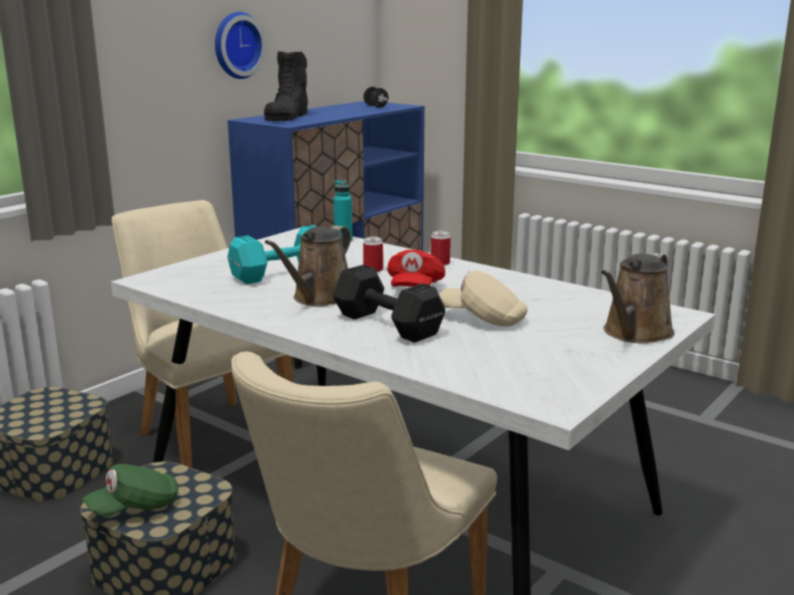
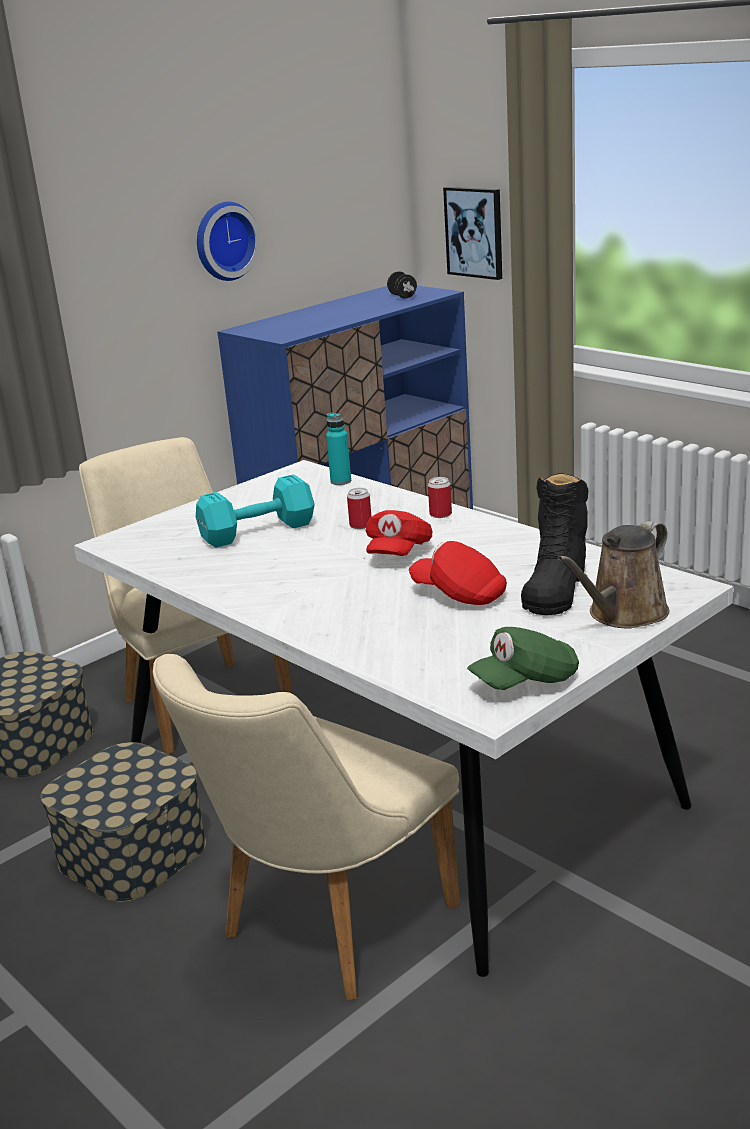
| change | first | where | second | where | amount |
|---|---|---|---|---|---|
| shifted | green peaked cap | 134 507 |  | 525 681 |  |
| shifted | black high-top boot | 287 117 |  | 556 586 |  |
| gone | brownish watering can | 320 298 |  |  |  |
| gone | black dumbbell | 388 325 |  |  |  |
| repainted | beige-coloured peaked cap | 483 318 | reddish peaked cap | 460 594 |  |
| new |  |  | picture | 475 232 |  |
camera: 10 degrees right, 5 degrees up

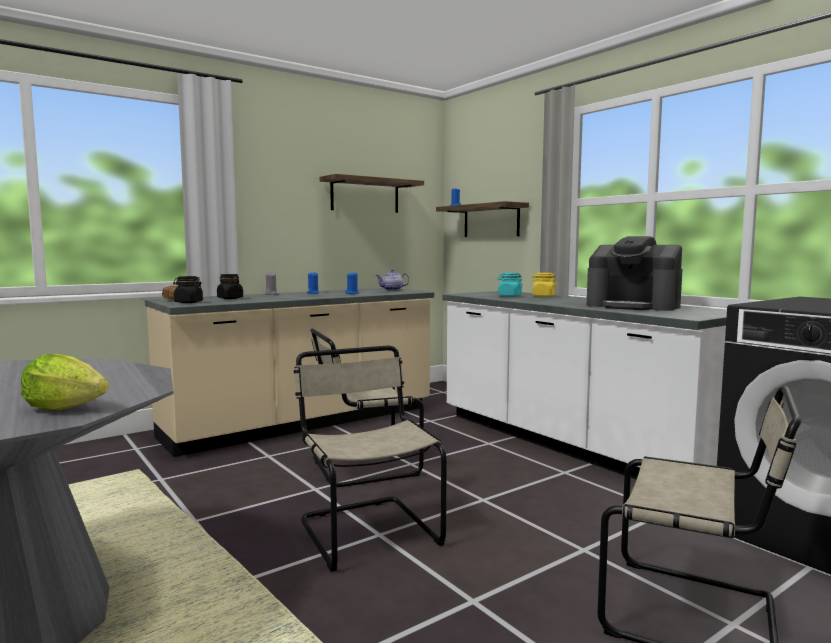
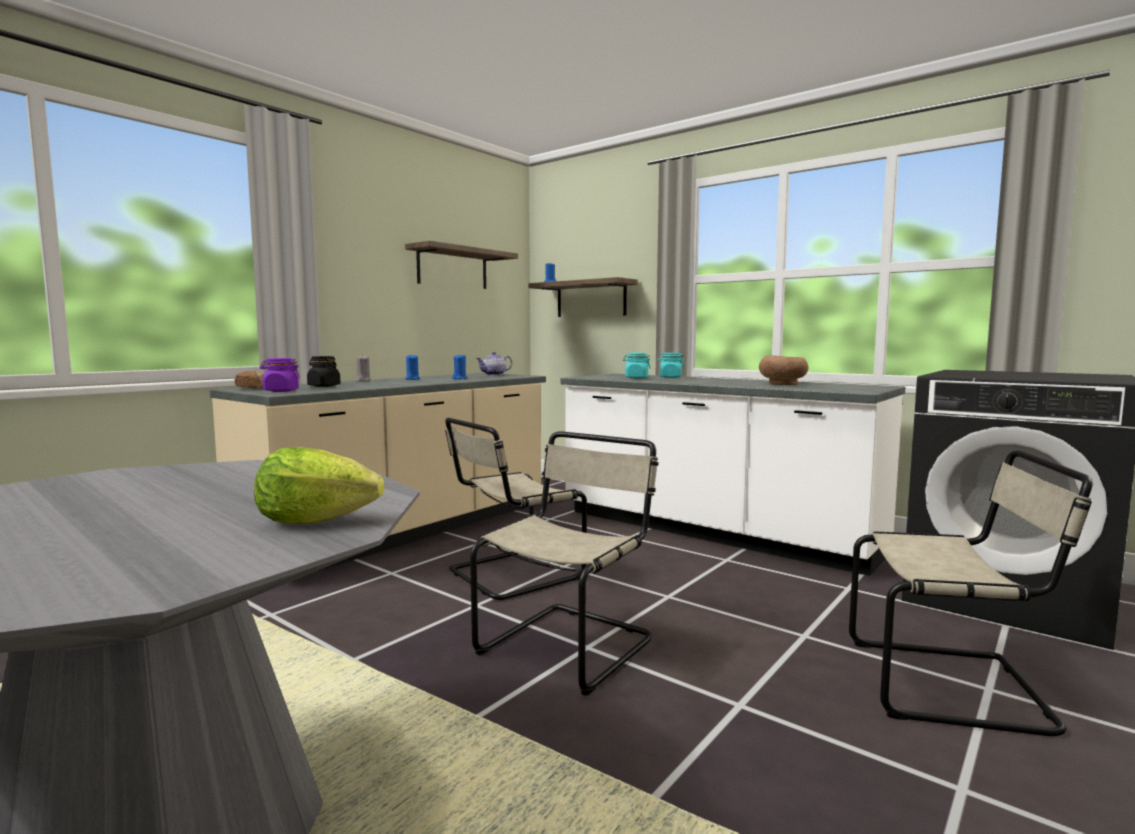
| change | first | where | second | where | amount |
|---|---|---|---|---|---|
| repainted | black preserve jar | 188 302 | purple-coloured preserve jar | 281 391 |  |
| rotated | beige-coloured upright chair | 367 530 |  | 570 644 | 75 degrees clockwise |
| repainted | yellow-coloured preserve jar | 543 296 | blue-green preserve jar | 670 377 |  |
| swapped | coffee maker | 633 306 | brownish deep dish | 782 384 |  |
camera: 15 degrees left, 0 degrees up

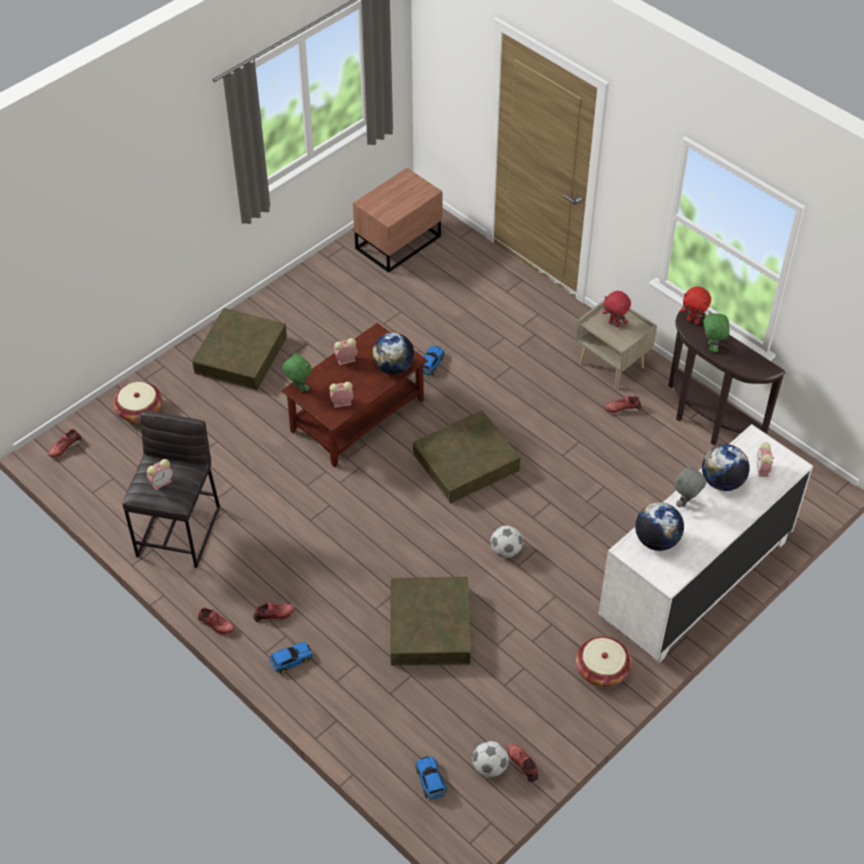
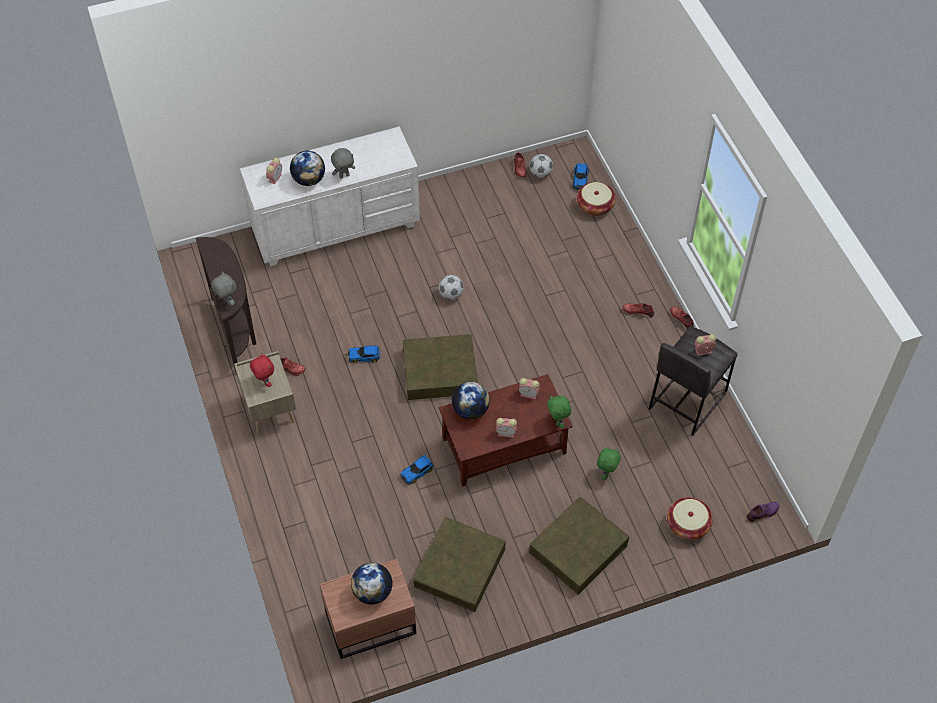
| change | first | where | second | where | amount |
|---|---|---|---|---|---|
| repainted | reddish low shoe | 64 447 | purple-coloured low shoe | 762 513 |  |
| shifted | toy car | 290 660 |  | 365 356 |  |
| shifted | brownish storage bin | 429 627 |  | 460 568 |  |
| shifted | basket | 602 670 |  | 595 206 |  |
| shifted | world globe | 657 540 |  | 372 592 |  |
| repainted | reddish plush toy | 693 321 | gray plush toy | 227 301 |  |
| shifted | green plush toy | 712 347 |  | 606 473 |  |
camera: 155 degrees left, 5 degrees up

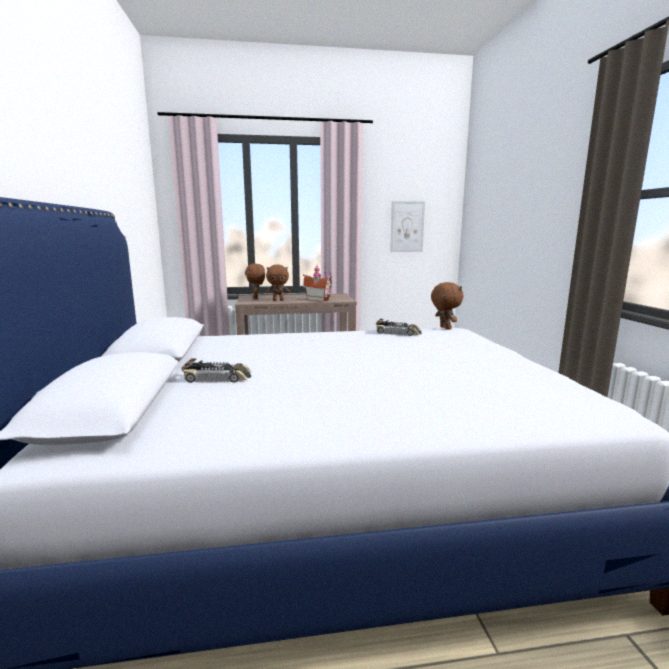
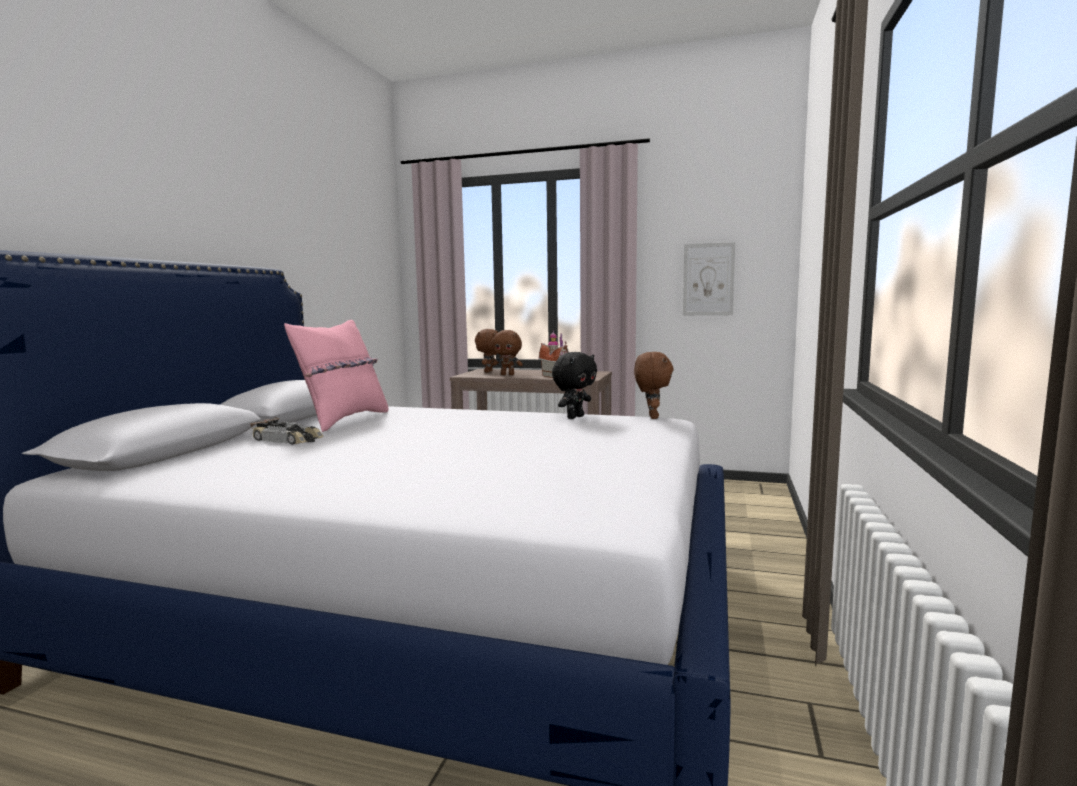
| change | first | where | second | where | amount |
|---|---|---|---|---|---|
| swapped | toy car | 398 333 | black plush toy | 574 417 |  |
| new |  |  | pink-coloured pillow | 344 420 |  |
camera: 25 degrees right, 5 degrees down

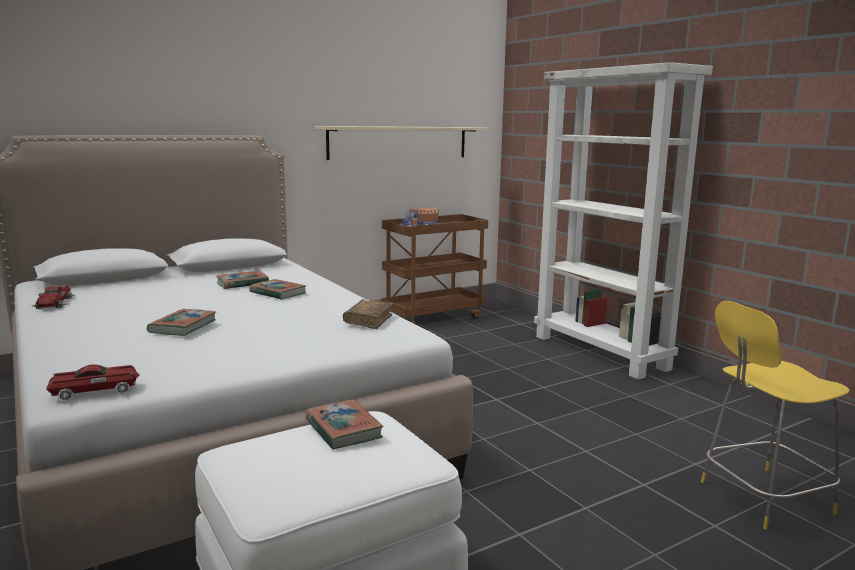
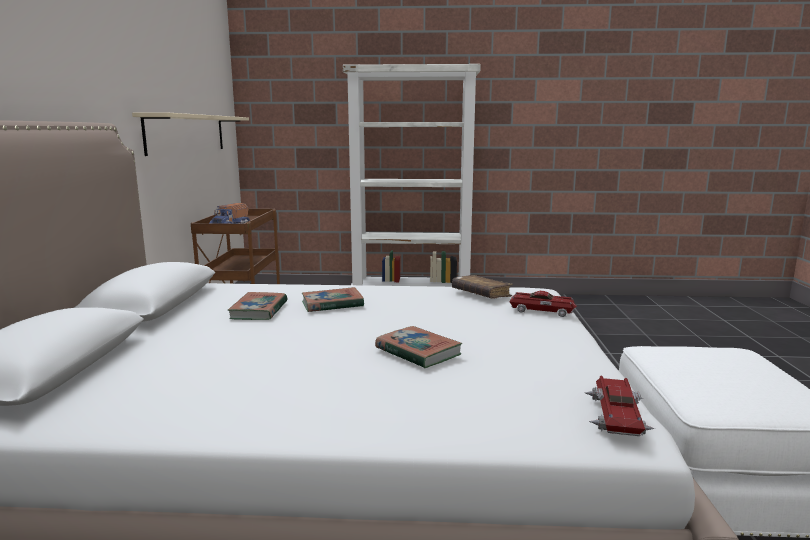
| change | first | where | second | where | amount |
|---|---|---|---|---|---|
| shifted | toy car | 55 303 |  | 542 310 |  |
| gone | book | 343 429 |  |  |  |
| gone | yellow-coloured upright chair | 762 498 |  |  |  |
camera: 55 degrees left, 0 degrees up

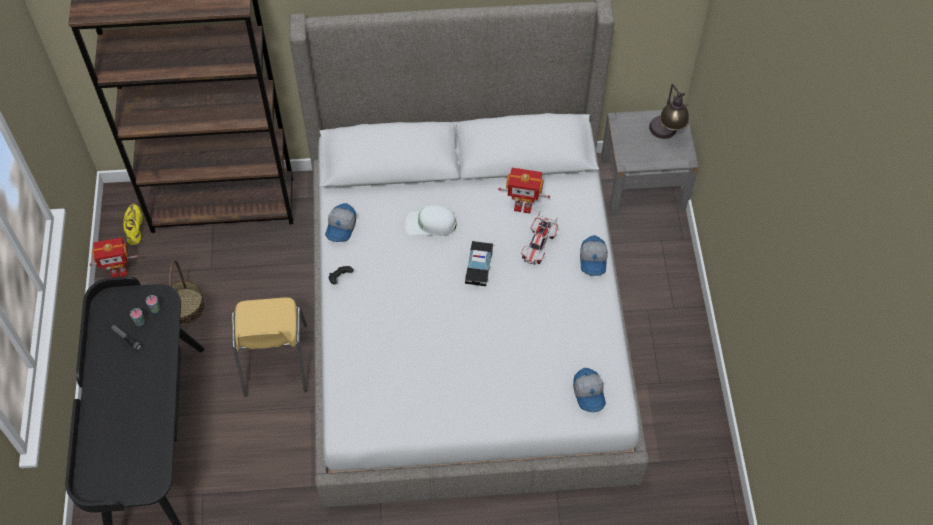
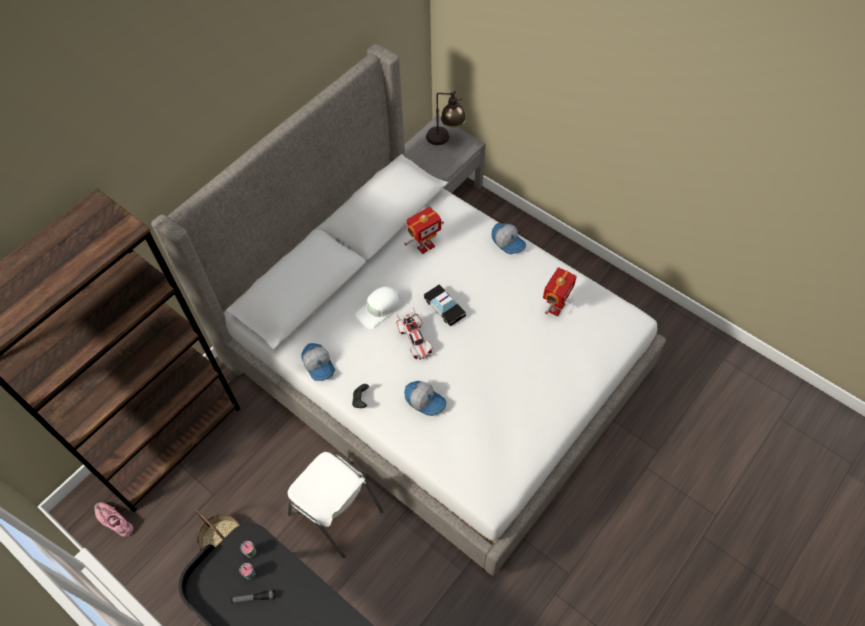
| change | first | where | second | where | amount |
|---|---|---|---|---|---|
| shifted | model robot | 119 272 |  | 555 307 |  |
| repainted | yellow-coloured low shoe | 134 227 | pink-coloured low shoe | 115 521 |  |
| repainted | yellow-coloured upright chair | 274 361 | white upright chair | 337 513 |  |
| shifted | toy car | 538 245 |  | 415 340 |  |
| shifted | peaked cap | 589 393 |  | 425 400 |  |
camera: 45 degrees left, 0 degrees up

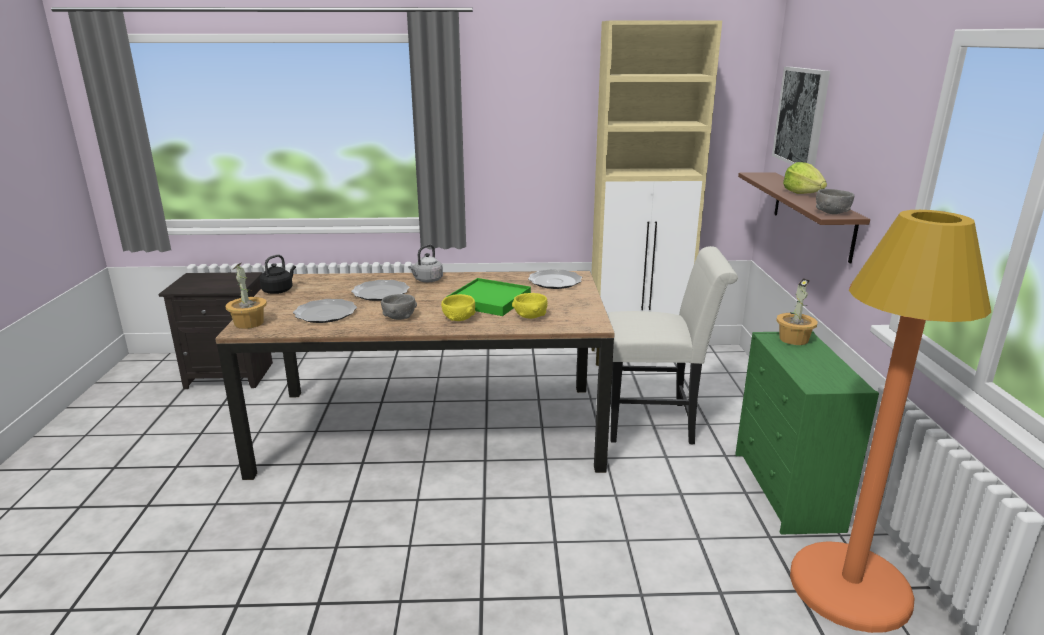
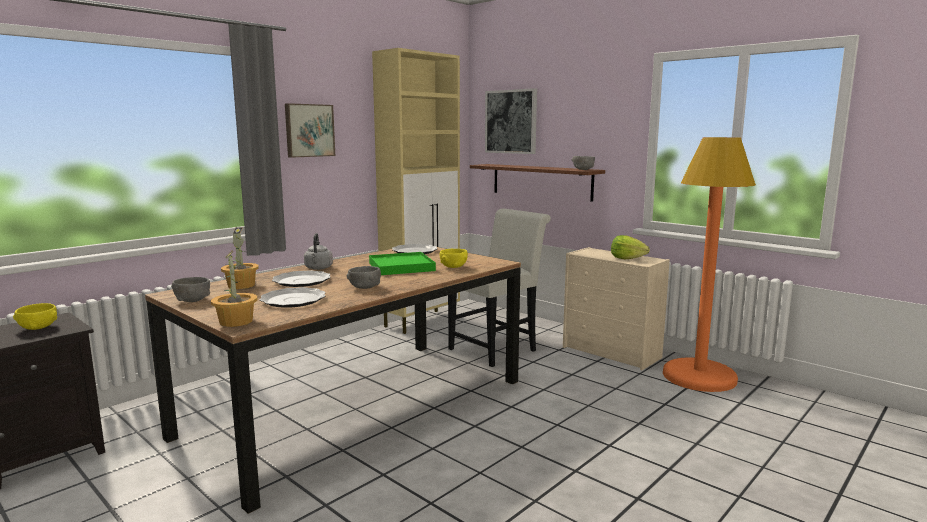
| change | first | where | second | where | amount |
|---|---|---|---|---|---|
| swapped | black kettle | 279 290 | gray deep dish | 192 300 |  |
| shifted | yellow-coloured deep dish | 459 319 |  | 38 328 |  |
| repainted | green dresser | 787 491 | beige-coloured dresser | 612 353 |  |
| shifted | plant in a pot | 794 339 |  | 241 285 |  |
| shifted | head of lettuce | 802 193 |  | 627 258 |  |
| new |  |  | picture | 309 130 |  |
camera: 45 degrees left, 10 degrees down

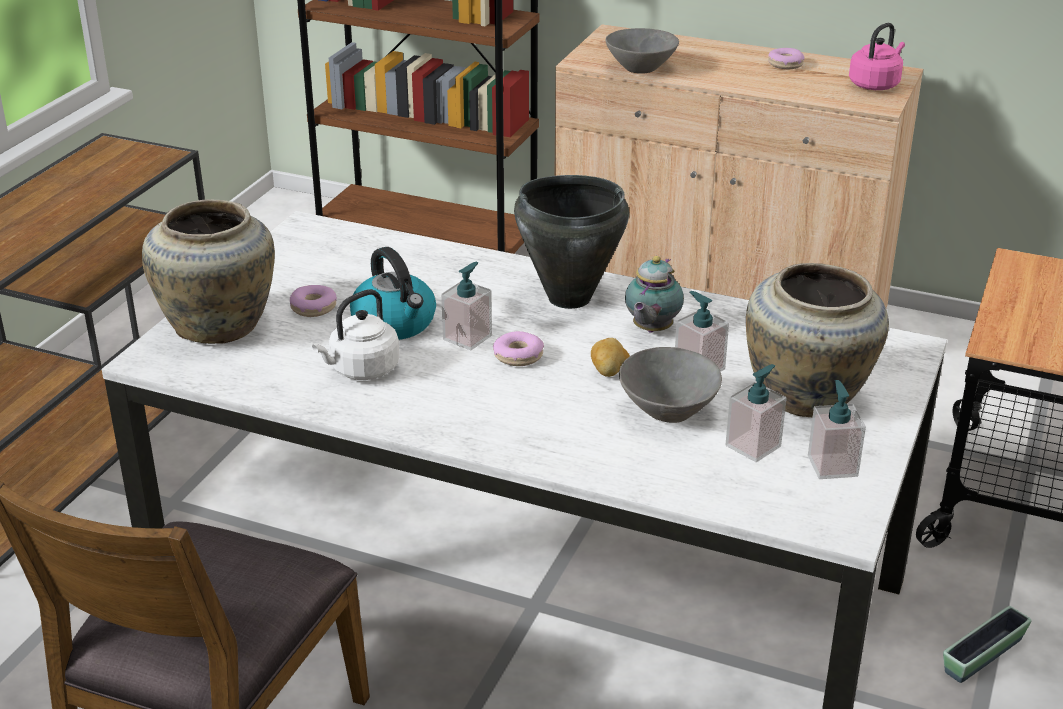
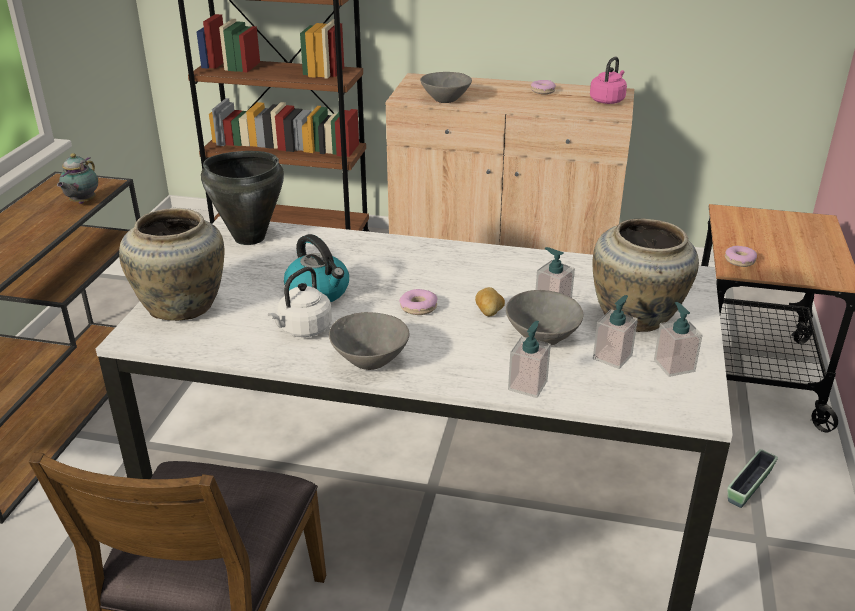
| change | first | where | second | where | amount |
|---|---|---|---|---|---|
| shifted | donut | 314 307 |  | 739 260 |  |
| shifted | liquid soap bottle | 467 337 |  | 527 385 |  |
| shifted | black stockpot | 568 297 |  | 249 238 |  |
| shifted | tea pot | 651 330 |  | 82 202 |  |
| new |  |  | gray deep dish | 369 360 |  |
camera: 10 degrees left, 0 degrees up

